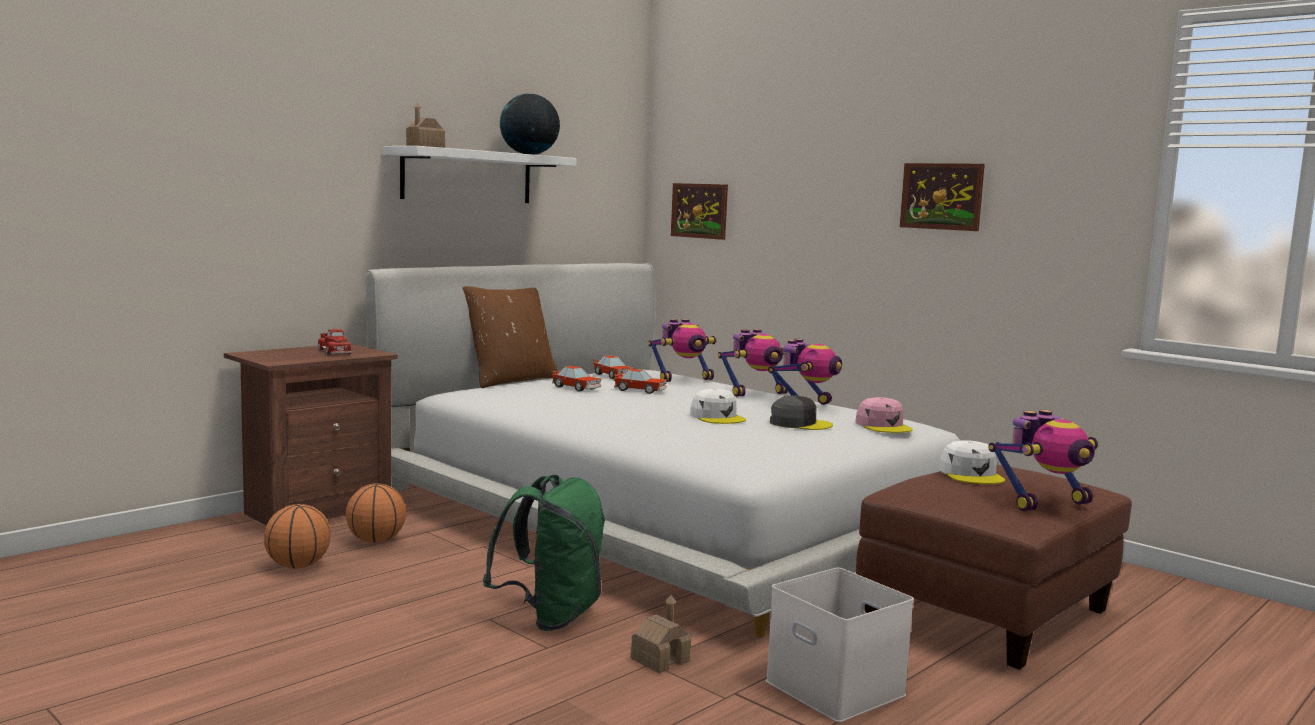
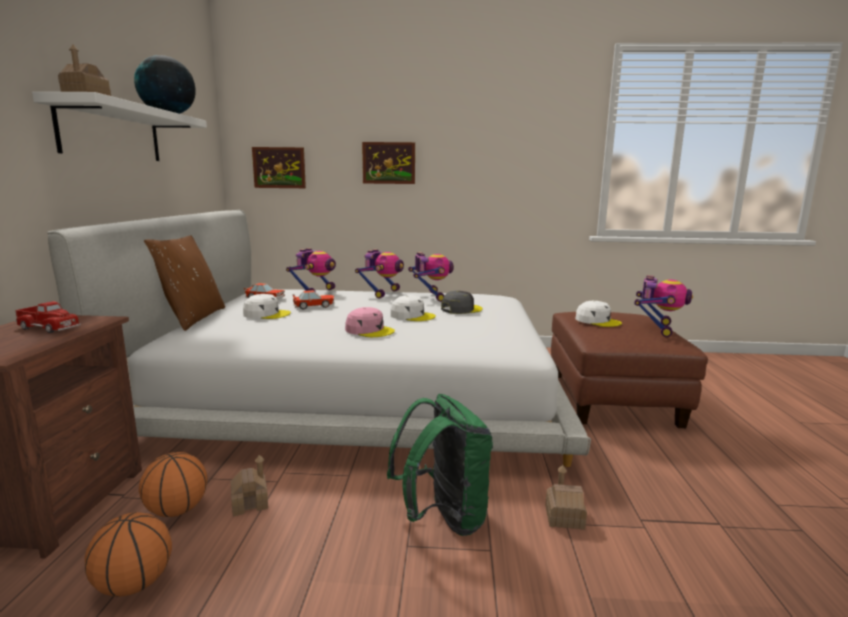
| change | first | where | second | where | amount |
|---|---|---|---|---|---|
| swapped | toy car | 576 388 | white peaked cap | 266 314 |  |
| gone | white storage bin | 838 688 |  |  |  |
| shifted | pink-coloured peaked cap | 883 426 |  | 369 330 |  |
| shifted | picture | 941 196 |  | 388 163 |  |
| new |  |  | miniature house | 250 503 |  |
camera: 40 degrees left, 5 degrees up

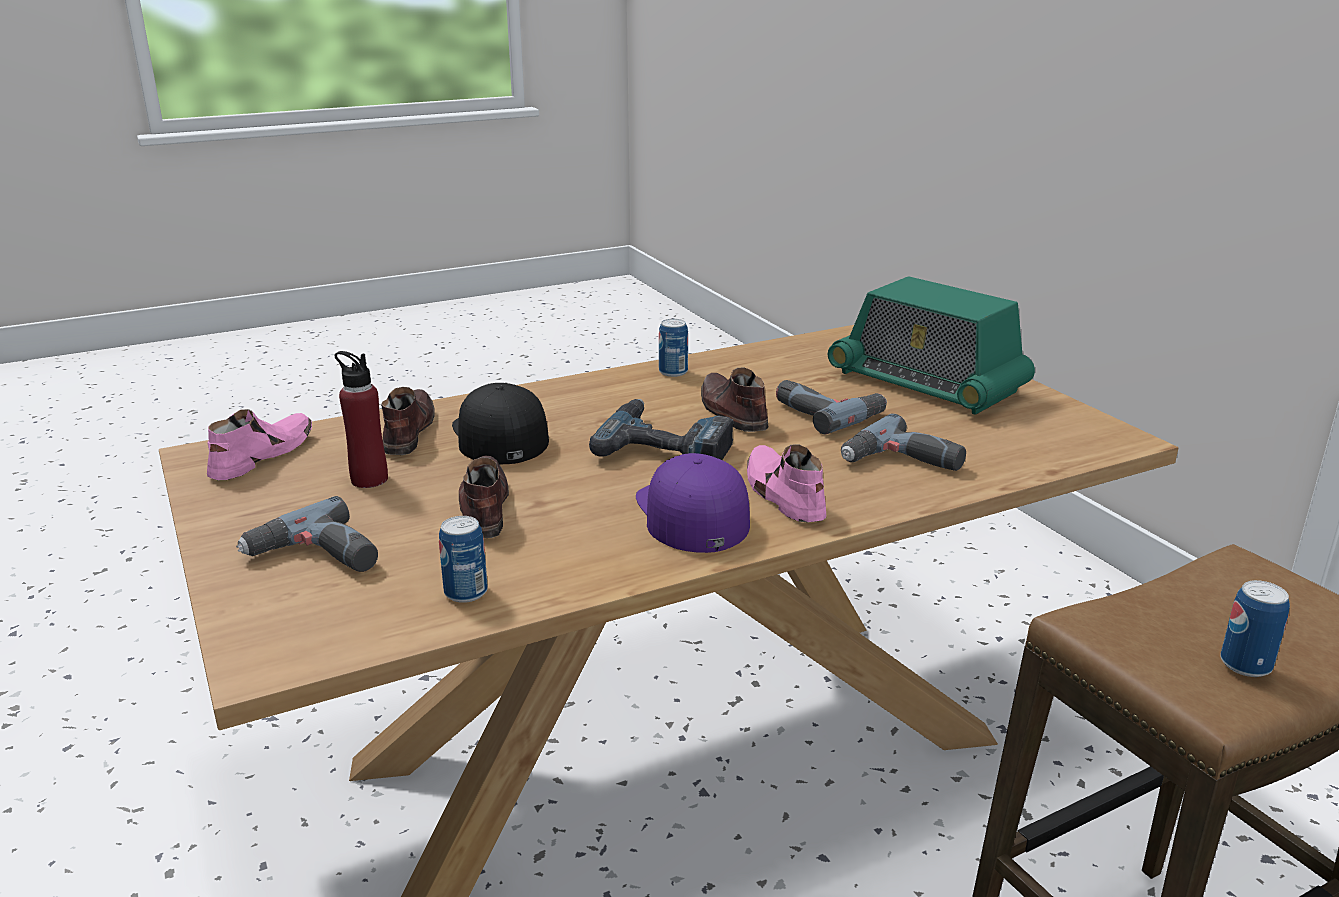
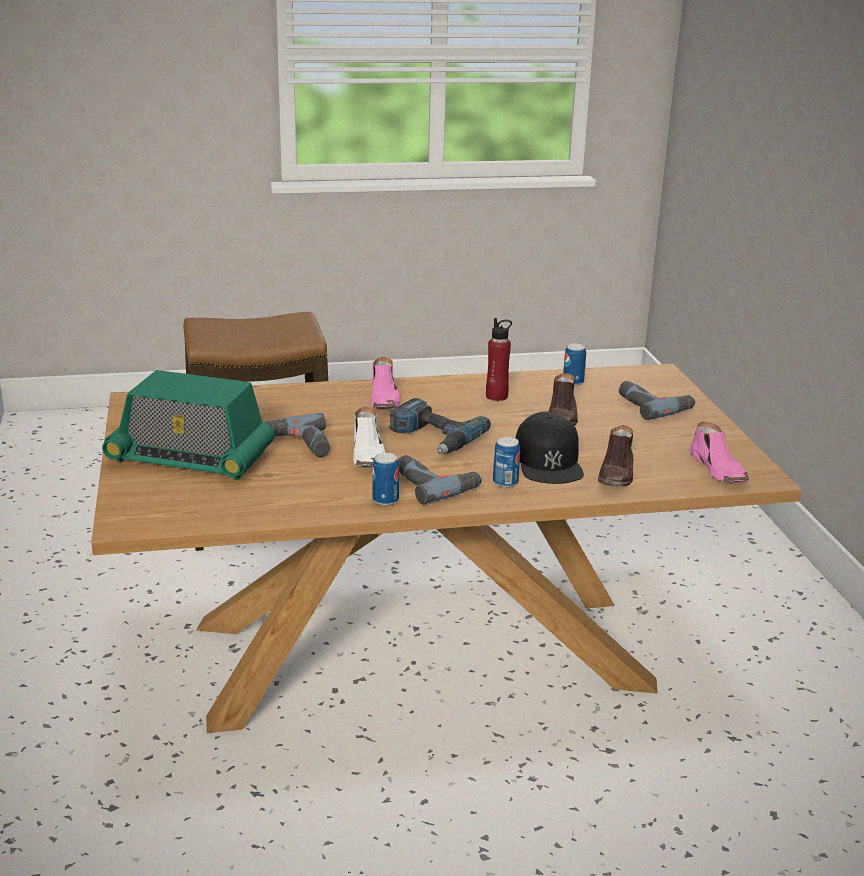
| change | first | where | second | where | amount |
|---|---|---|---|---|---|
| rotated | pink-coloured low shoe | 261 456 |  | 718 470 | 60 degrees counterclockwise |
| shifted | reddish beverage bottle | 369 479 |  | 496 396 |  |
| gone | purple-coloured peaked cap | 691 514 |  |  |  |
| repainted | brownish low shoe | 731 412 | white low shoe | 368 455 |  |
| rotated | radio | 927 383 |  | 191 457 | 135 degrees clockwise |
| shifted | electric drill | 902 462 |  | 435 484 |  |
| shifted | metal can | 1245 665 |  | 505 482 |  |
camera: 165 degrees left, 0 degrees up

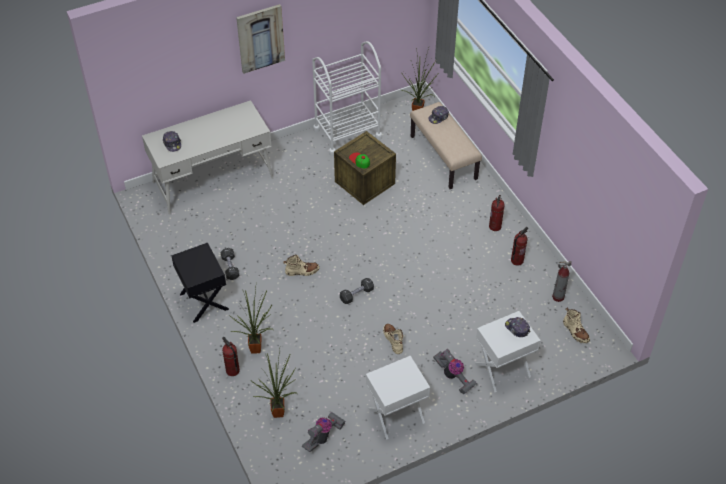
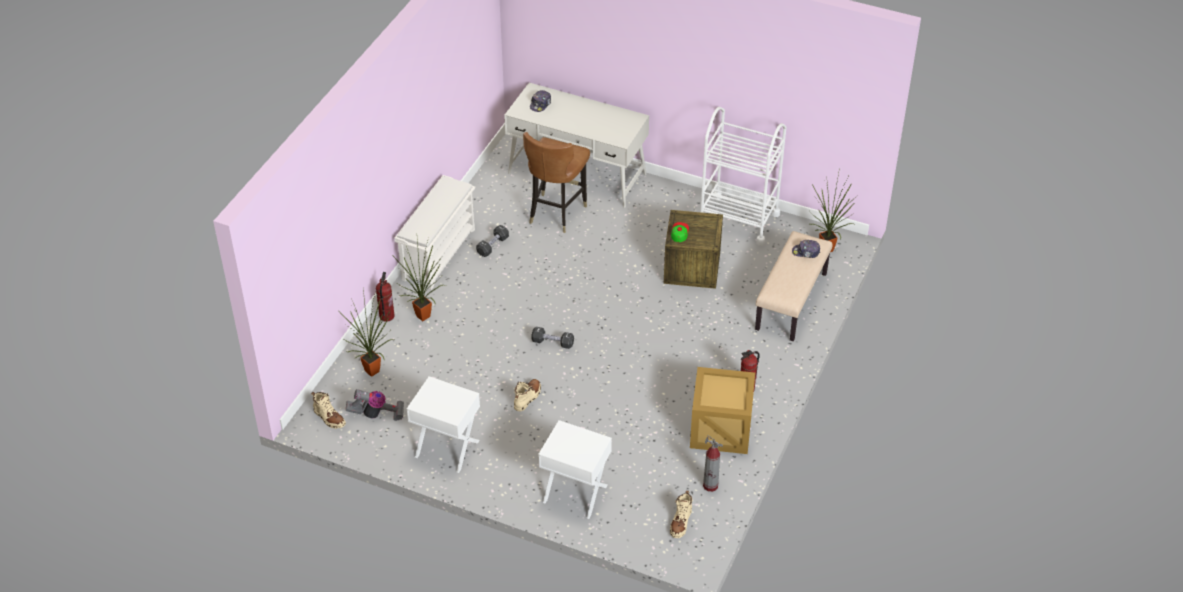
| change | first | where | second | where | amount |
|---|---|---|---|---|---|
| swapped | black bedside table | 203 302 | white shoe rack | 438 253 |  |
| gone | picture | 260 38 |  |  |  |
| shifted | beige-coloured high-top boot | 302 271 |  | 329 418 |  |
| gone | vacuum | 453 377 |  |  |  |
| gone | peaked cap | 517 328 |  |  |  |
| swapped | extinguisher | 517 260 | packing crate | 722 429 |  |
| new |  |  | brownish upright chair | 556 213 |  |
camera: 50 degrees right, 5 degrees down

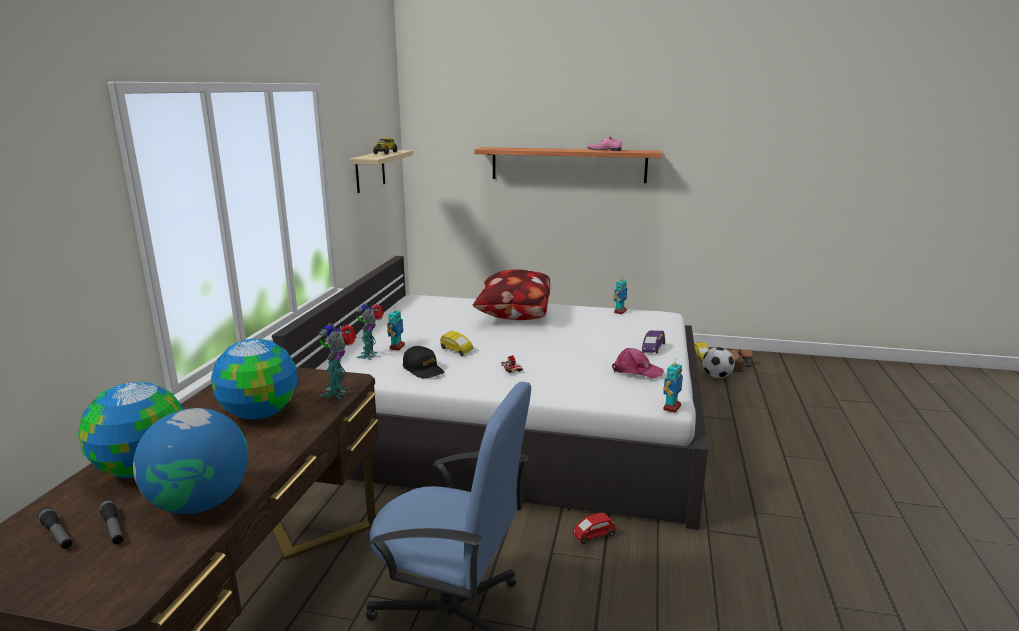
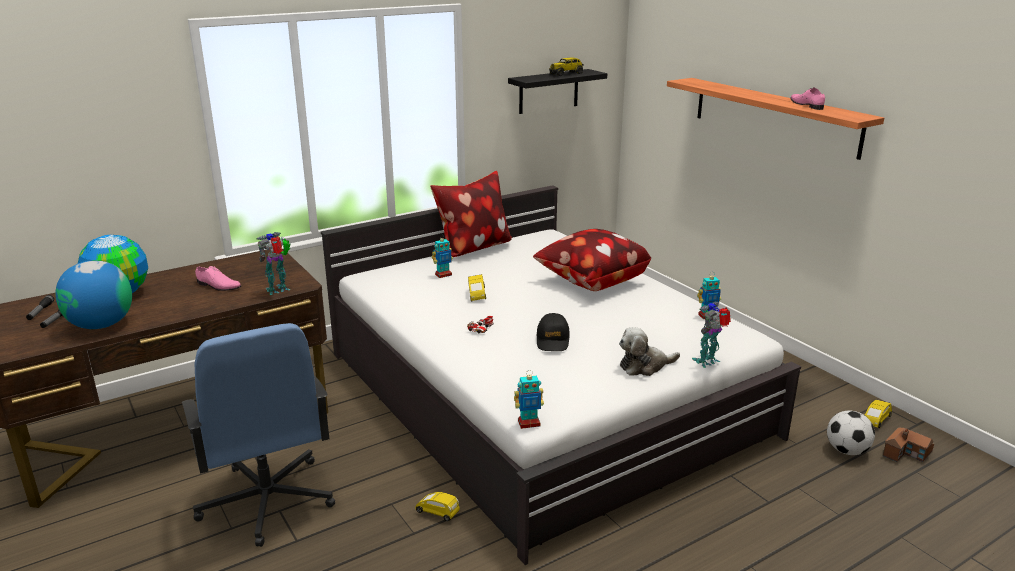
| change | first | where | second | where | amount |
|---|---|---|---|---|---|
| swapped | world globe | 259 413 | pink-coloured low shoe | 218 286 |  |
| repainted | beige-coloured wall shelf | 370 171 | black wall shelf | 548 91 |  |
| shifted | model robot | 370 355 |  | 708 361 |  |
| shifted | black peaked cap | 423 369 |  | 553 340 |  |
| repainted | reddish toy car | 593 536 | yellow-coloured toy car | 438 513 |  |
| gone | pink-coloured peaked cap | 636 371 |  |  |  |
| swapped | purple-coloured toy car | 652 349 | plush toy | 644 366 |  |
| new |  |  | pillow | 473 248 |  |
camera: 45 degrees right, 5 degrees up

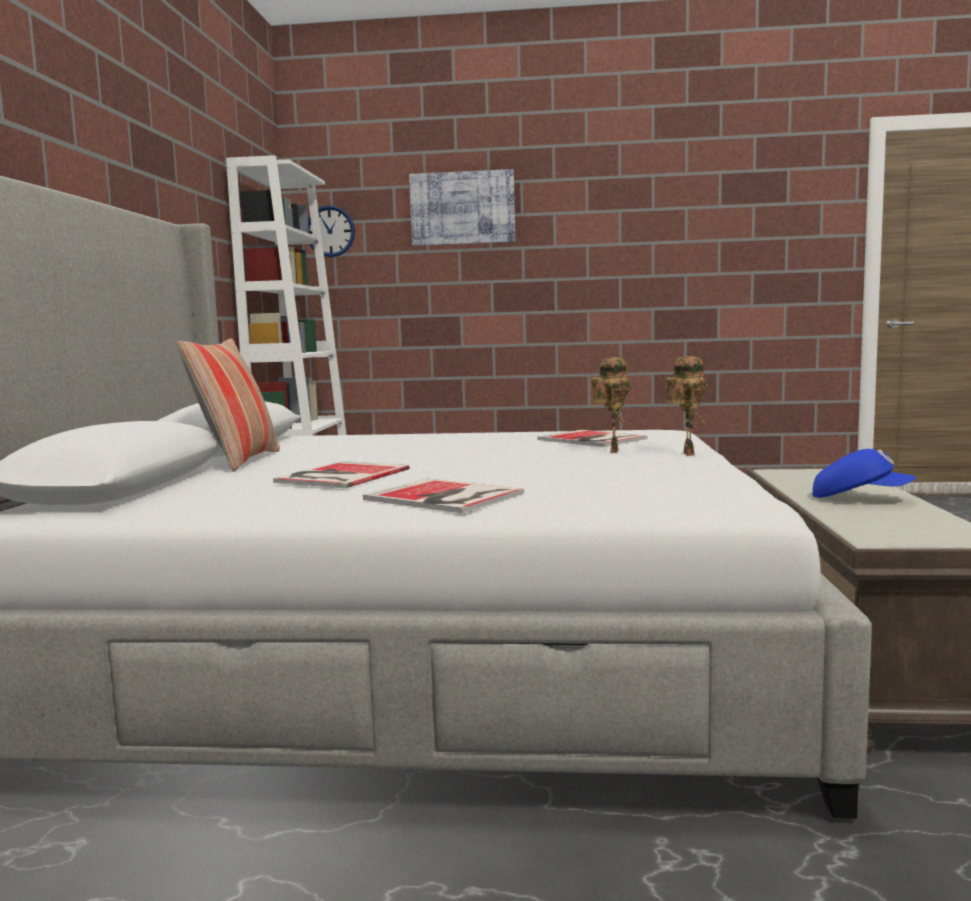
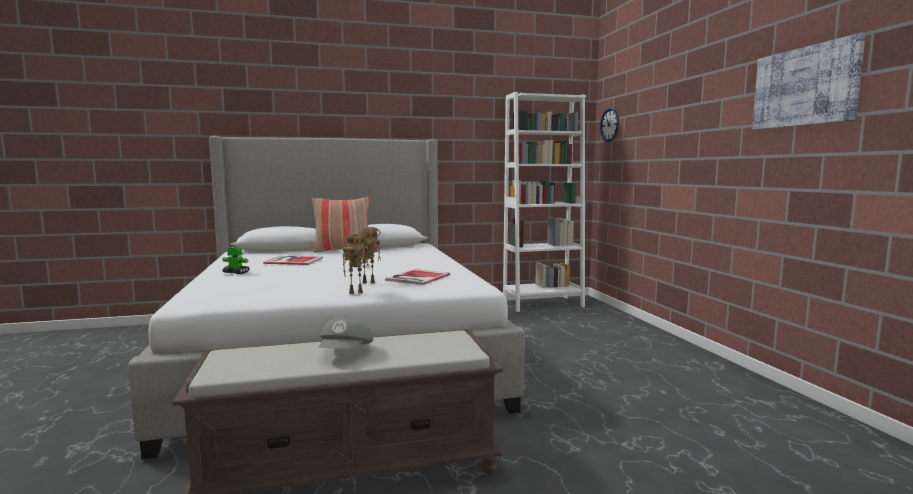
| change | first | where | second | where | amount |
|---|---|---|---|---|---|
| swapped | book | 444 497 | model robot | 236 273 |  |
| shifted | picture | 462 208 |  | 804 86 |  |
| repainted | blue-coloured peaked cap | 859 498 | gray peaked cap | 346 353 |  |
camera: 70 degrees right, 0 degrees up

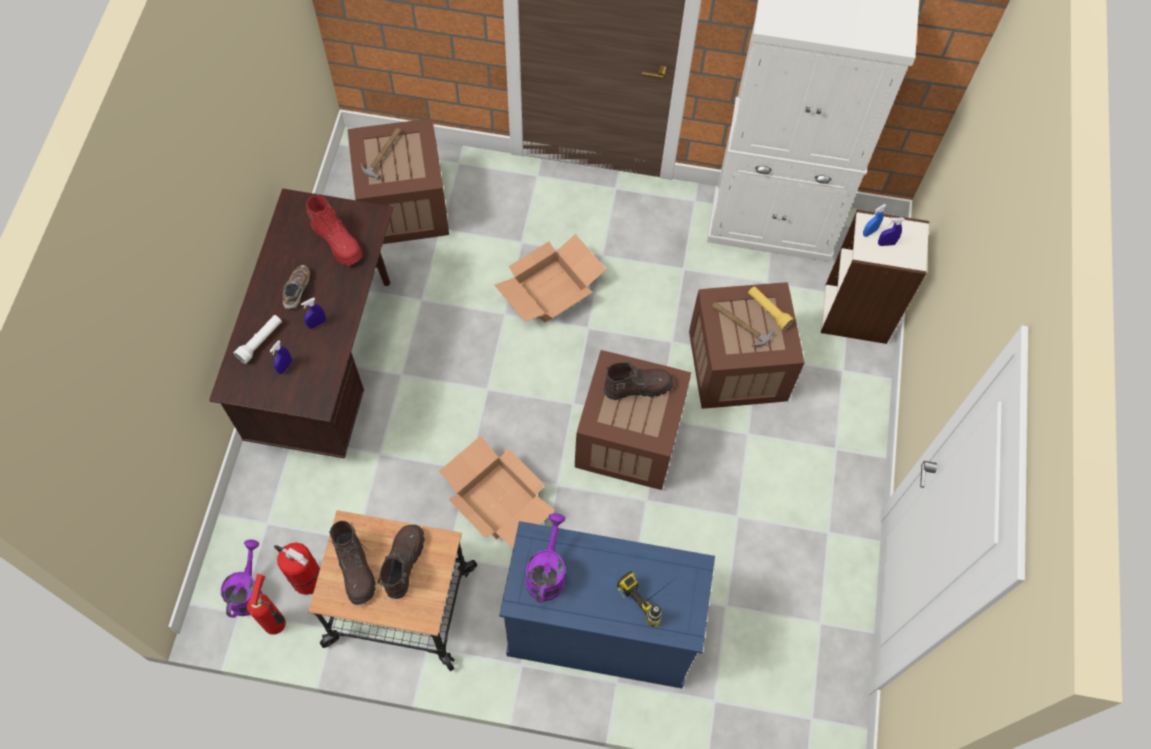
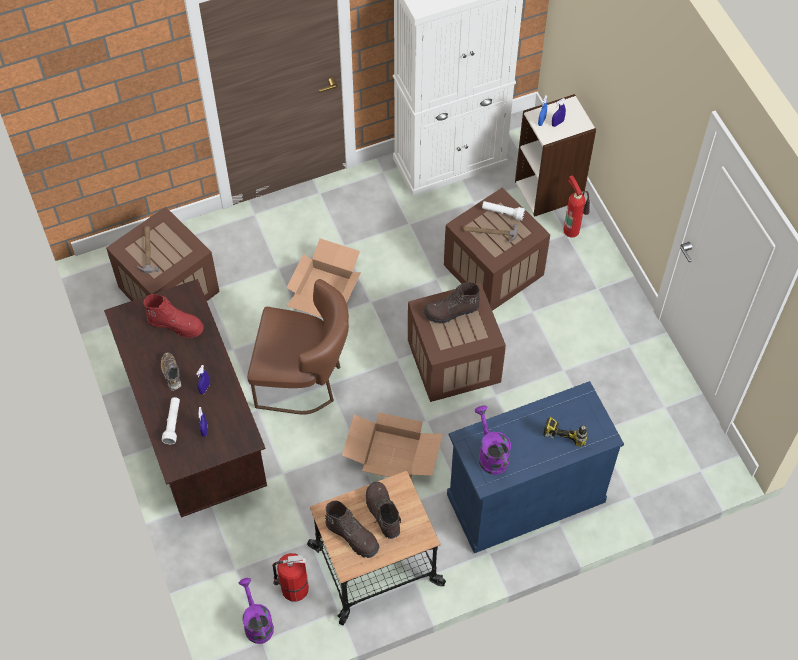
| change | first | where | second | where | amount |
|---|---|---|---|---|---|
| shifted | extinguisher | 277 622 |  | 572 229 |  |
| rotated | brownish high-top boot | 637 387 |  | 451 312 | 150 degrees counterclockwise |
| repainted | yellow-coloured hand torch | 768 310 | white hand torch | 502 213 |  |
| new |  |  | brownish upright chair | 304 380 |  |
camera: 30 degrees left, 5 degrees down

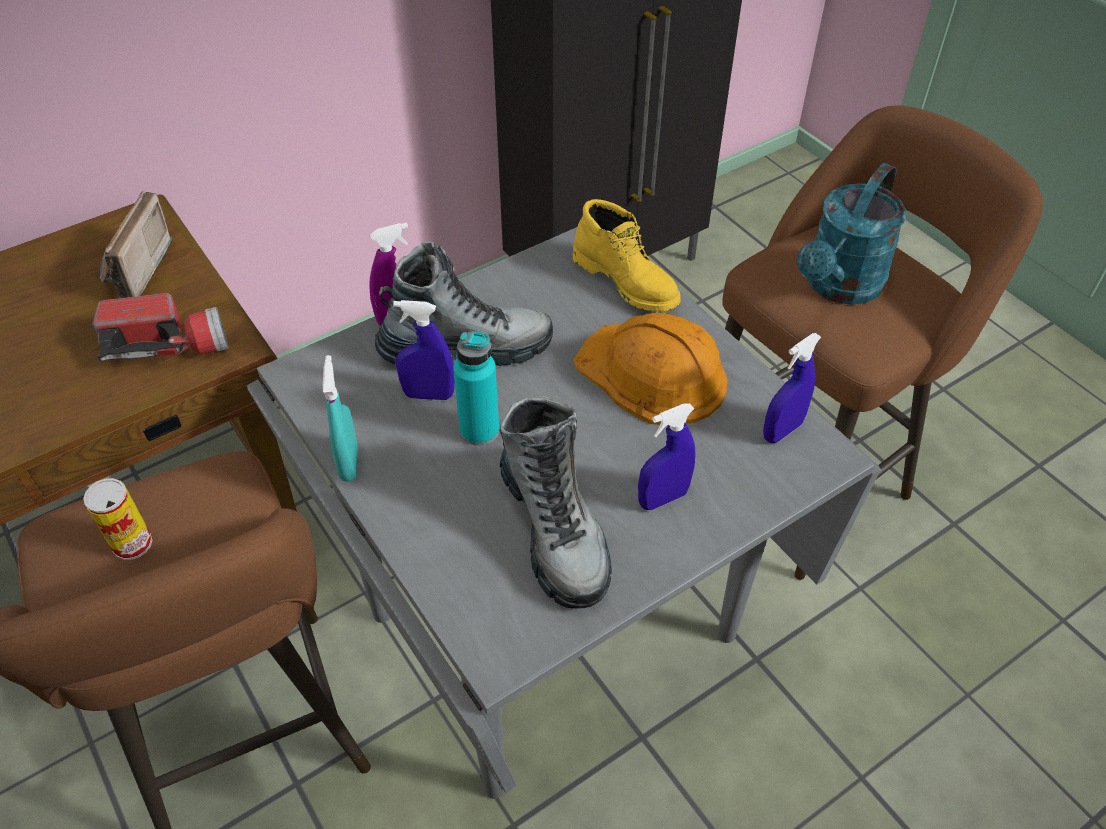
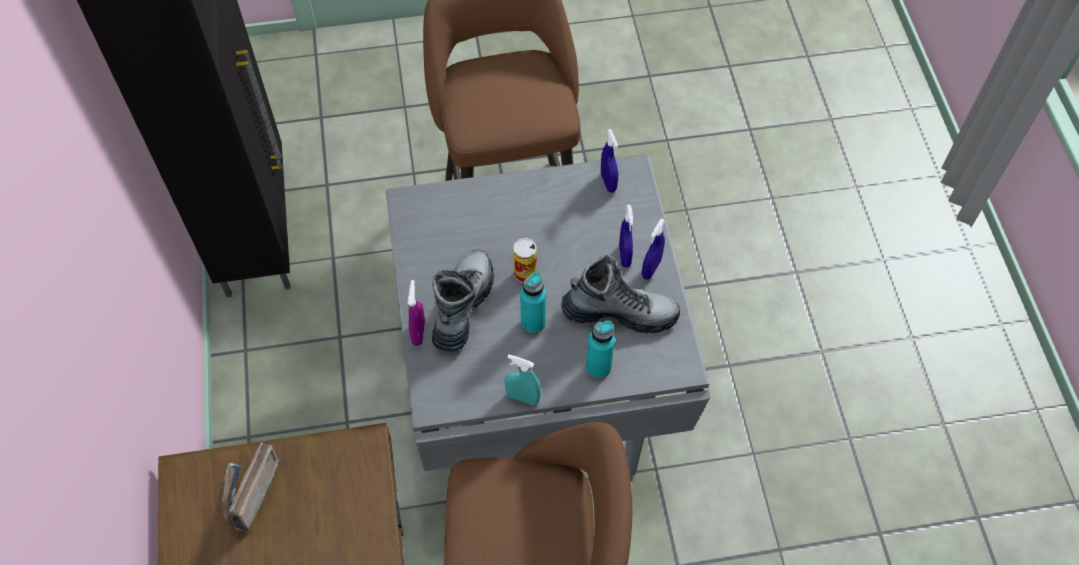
| change | first | where | second | where | amount |
|---|---|---|---|---|---|
| shifted | metal can | 132 543 |  | 525 273 |  |
| gone | hand torch | 168 345 |  |  |  |
| rotated | radio | 132 273 |  | 247 494 | 75 degrees clockwise |
| shifted | blue-coloured spray bottle | 428 395 |  | 651 269 |  |
| gone | yellow-coloured high-top boot | 627 281 |  |  |  |
| gone | orange safety helmet | 652 374 |  |  |  |
| gone | blue-green watering can | 839 287 |  |  |  |
| new |  |  | blue-green beverage bottle | 598 367 |  |
camera: 65 degrees left, 10 degrees up

